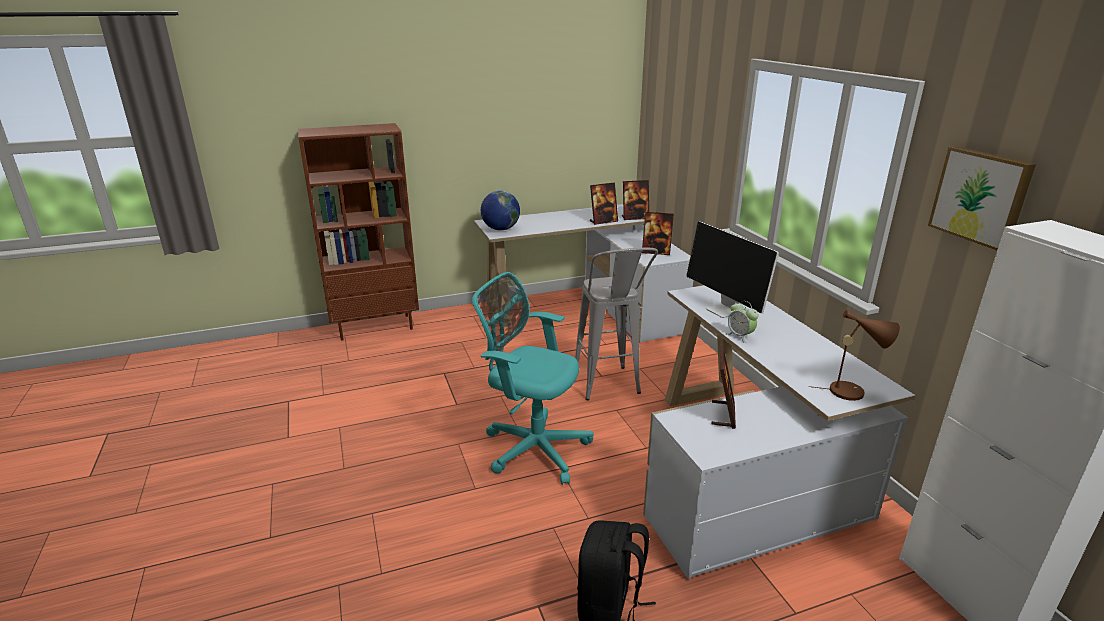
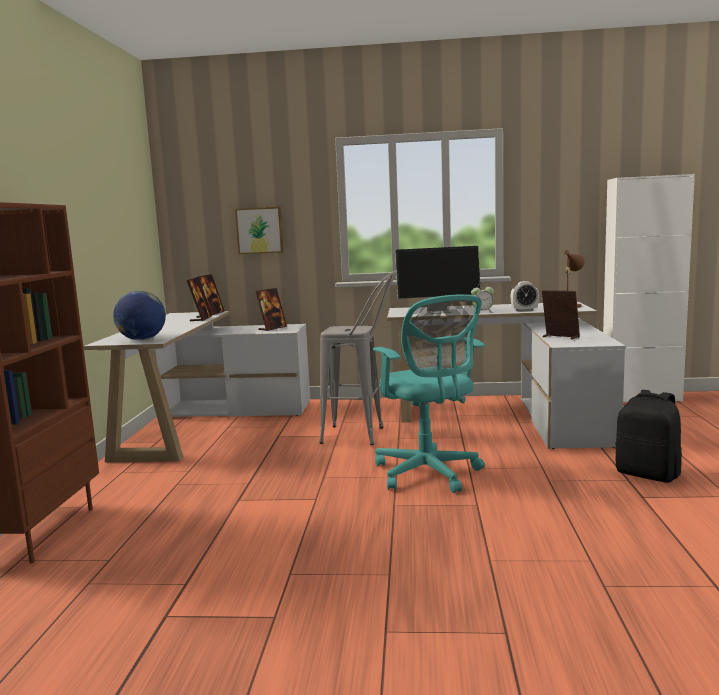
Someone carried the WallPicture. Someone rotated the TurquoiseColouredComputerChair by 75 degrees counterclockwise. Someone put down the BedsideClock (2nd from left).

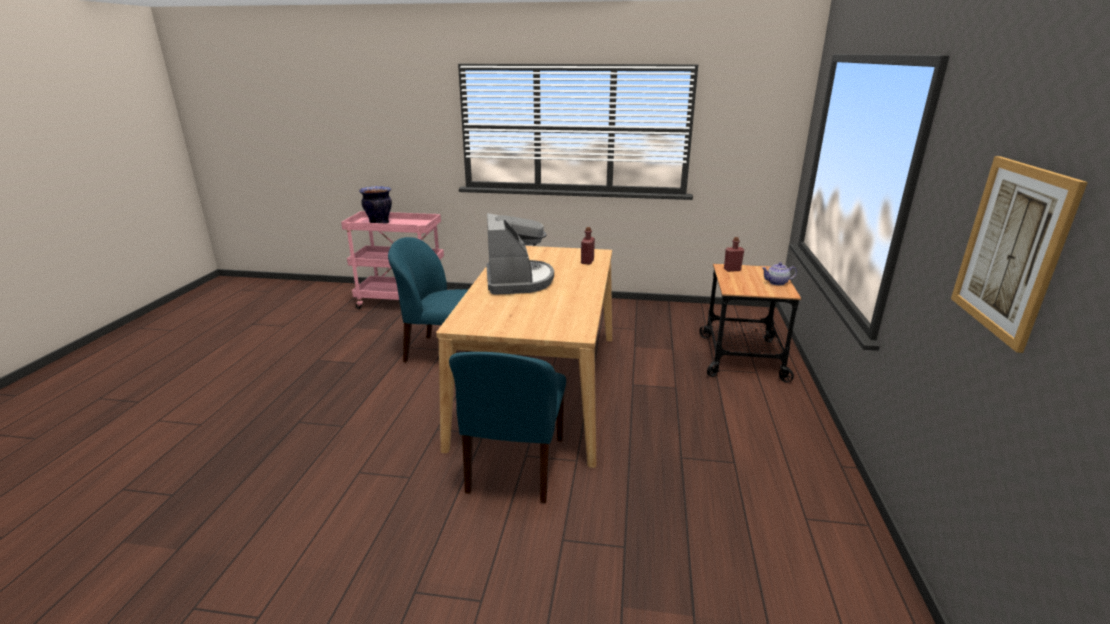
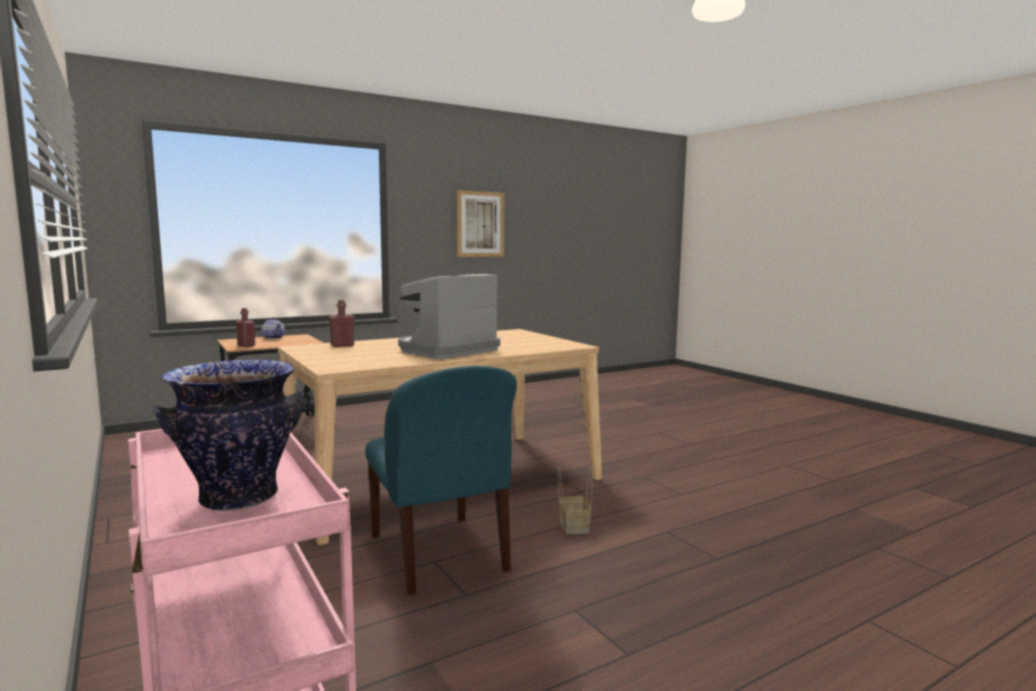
Someone took away the BlueColouredPlainChair (2nd from left). Someone put down the Basket.

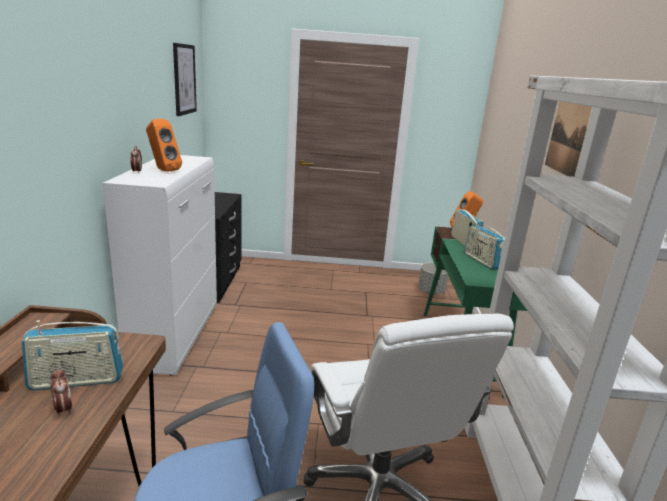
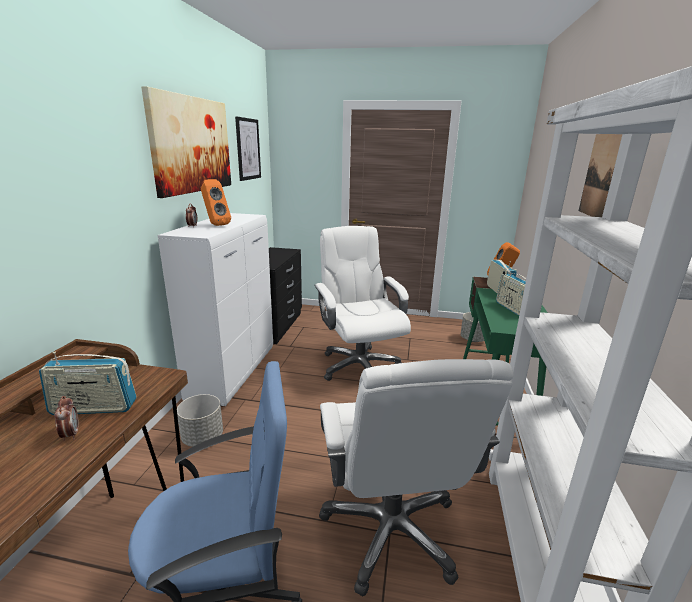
Someone put up the WallPicture (1st from left). Someone put down the WhiteComputerChair (1st from left). Someone put down the GreyPlanter (1st from left).

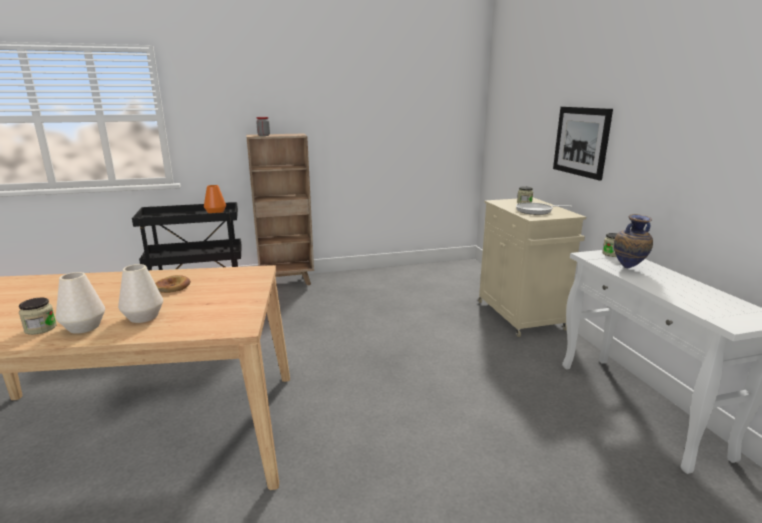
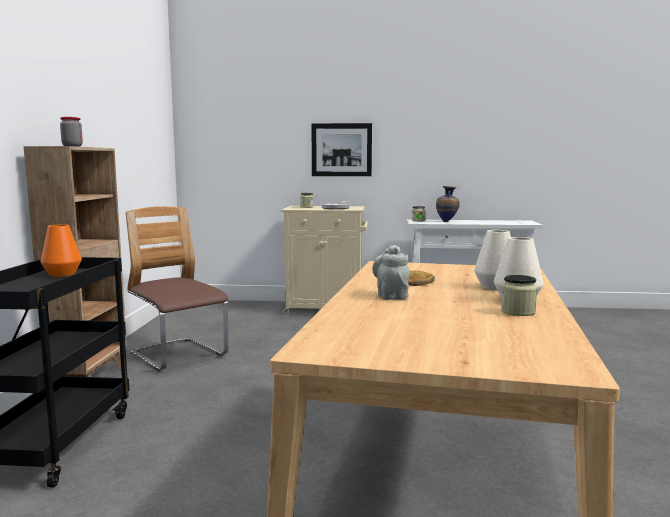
Someone put down the PlainChair. Someone put down the GreyTeaPot.

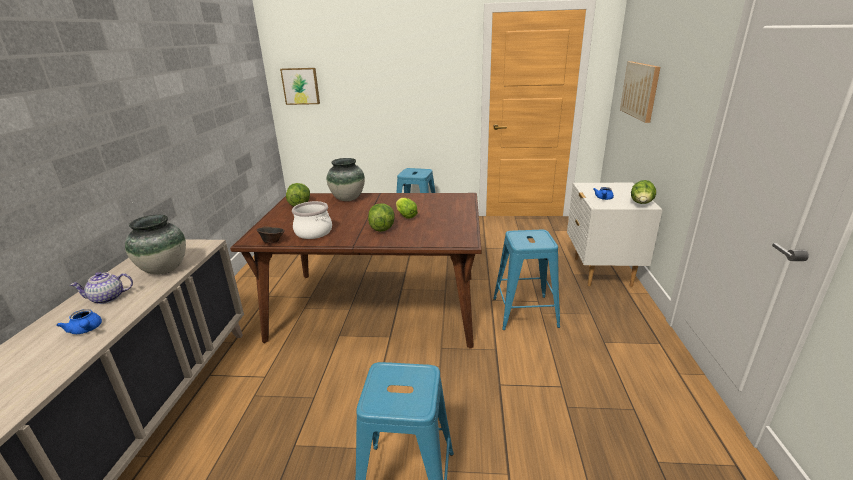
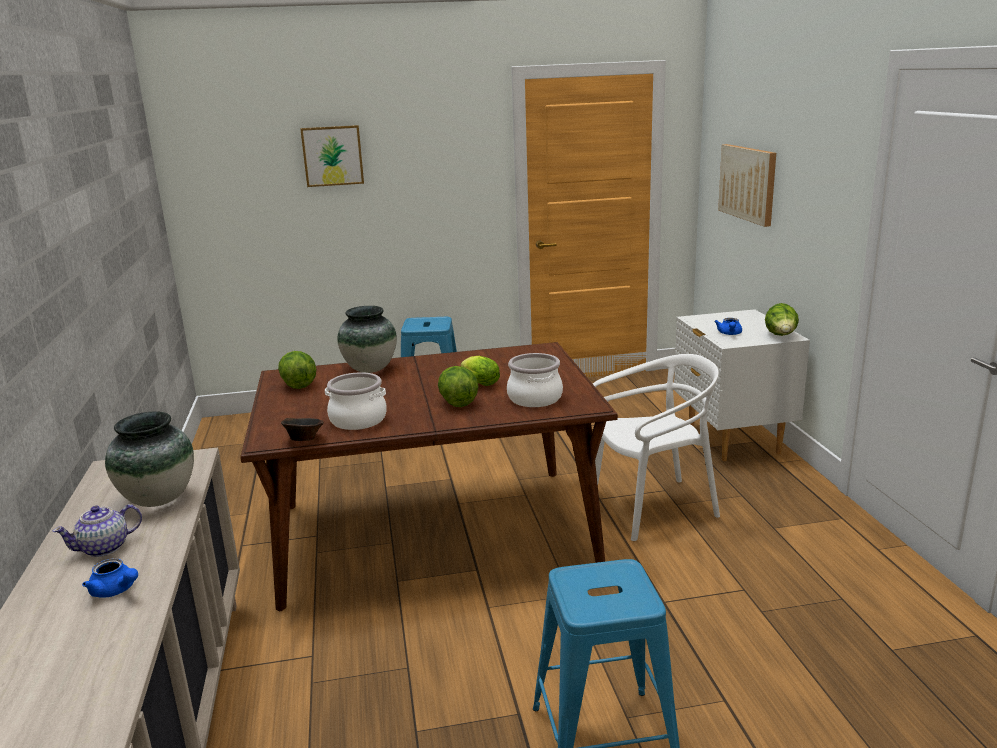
Someone carried the WallPicture (1st from left). Someone swapped the BlueColouredStool (3rd from left) for the WhitePlainChair. Someone put down the Stockpot (2nd from left).

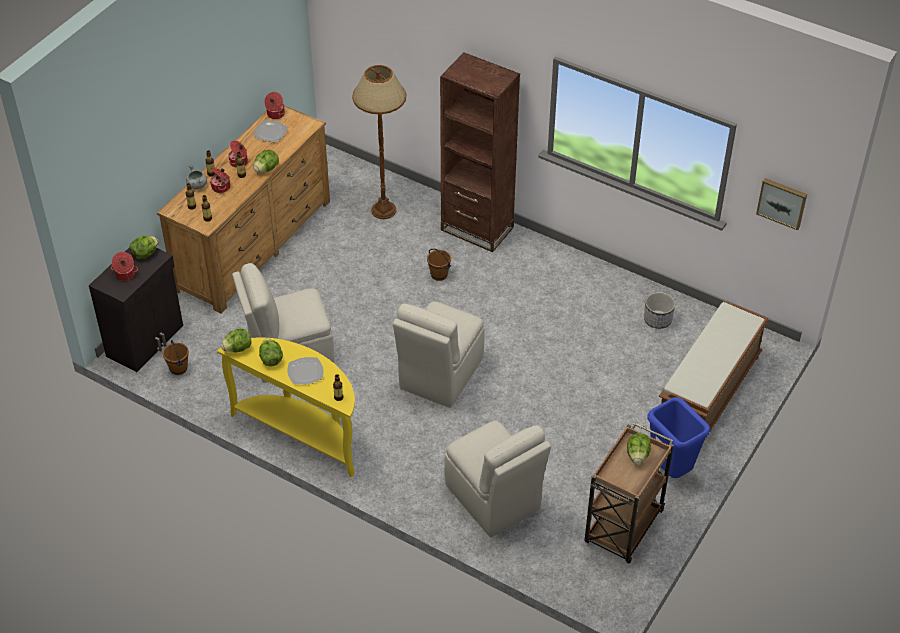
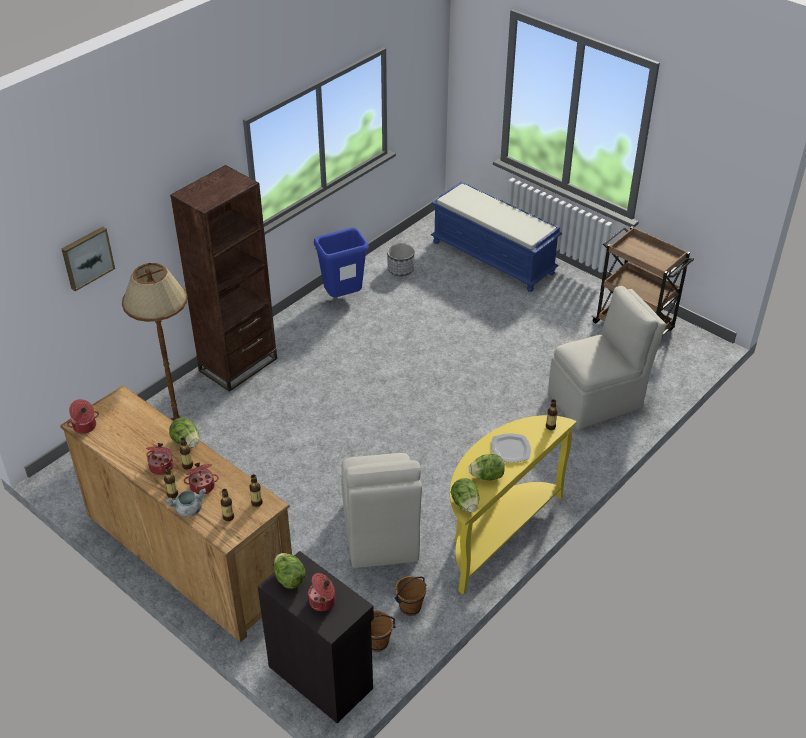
Someone took away the DinnerPlate (1st from left). Someone carried the WallPicture. Someone carried the BrownishBucket (2nd from left). Someone took away the BeigeColouredPlainChair (2nd from left). Someone repainted the BrownishIndoorBench, which became the BlueColouredIndoorBench. Someone carried the BlueColouredRubbishBin. Someone took away the Lettuce (5th from left).

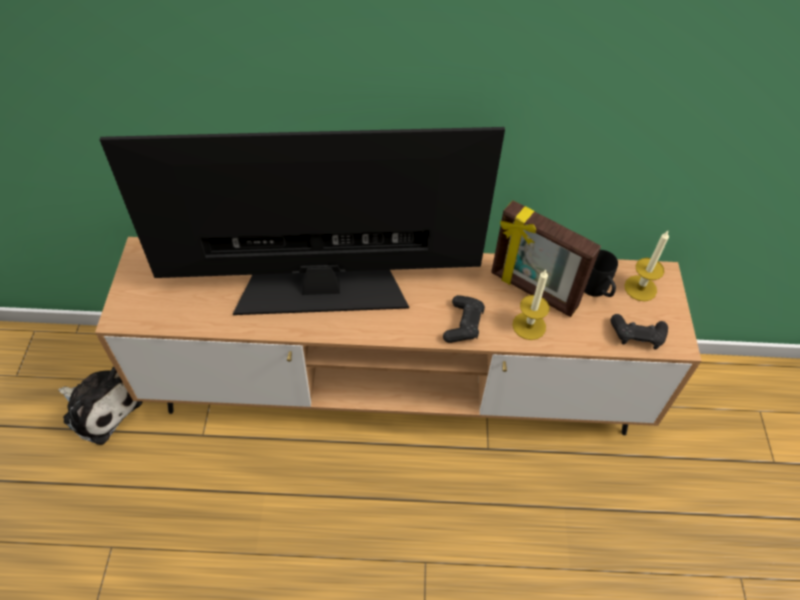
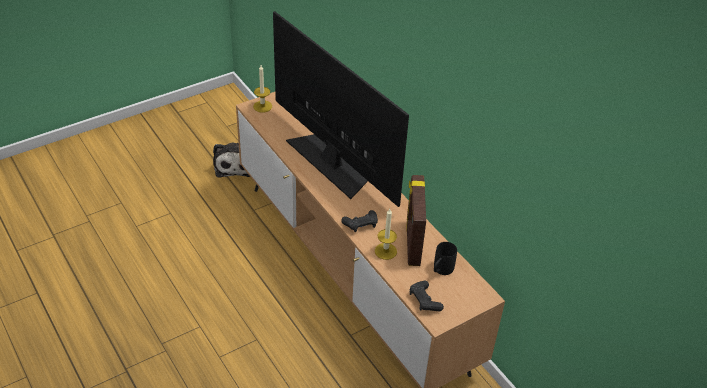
Someone carried the WaxLight (2nd from left in the first image).

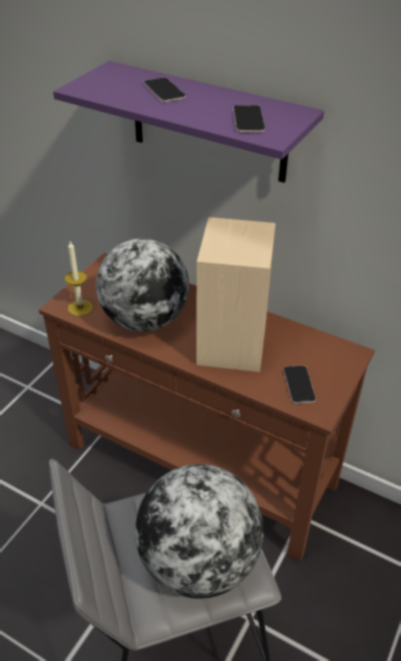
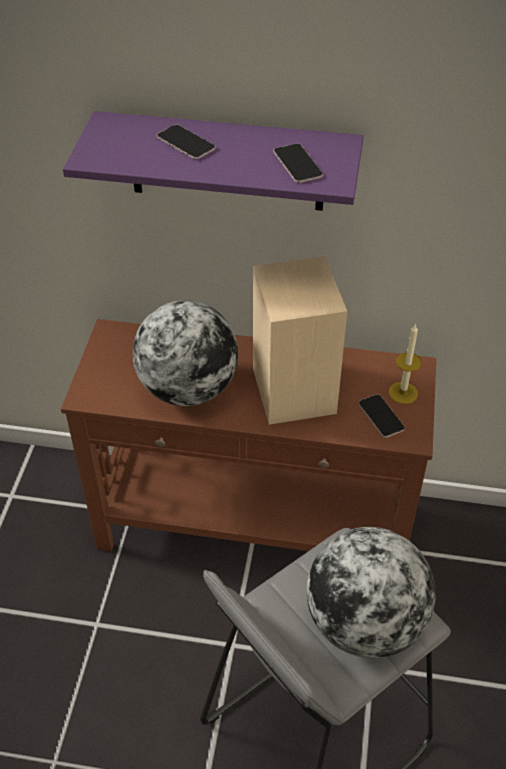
Someone carried the WaxLight.

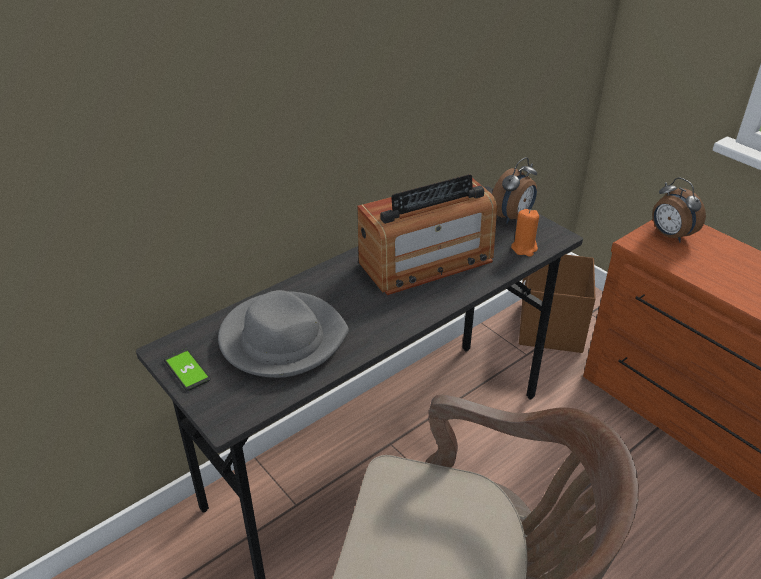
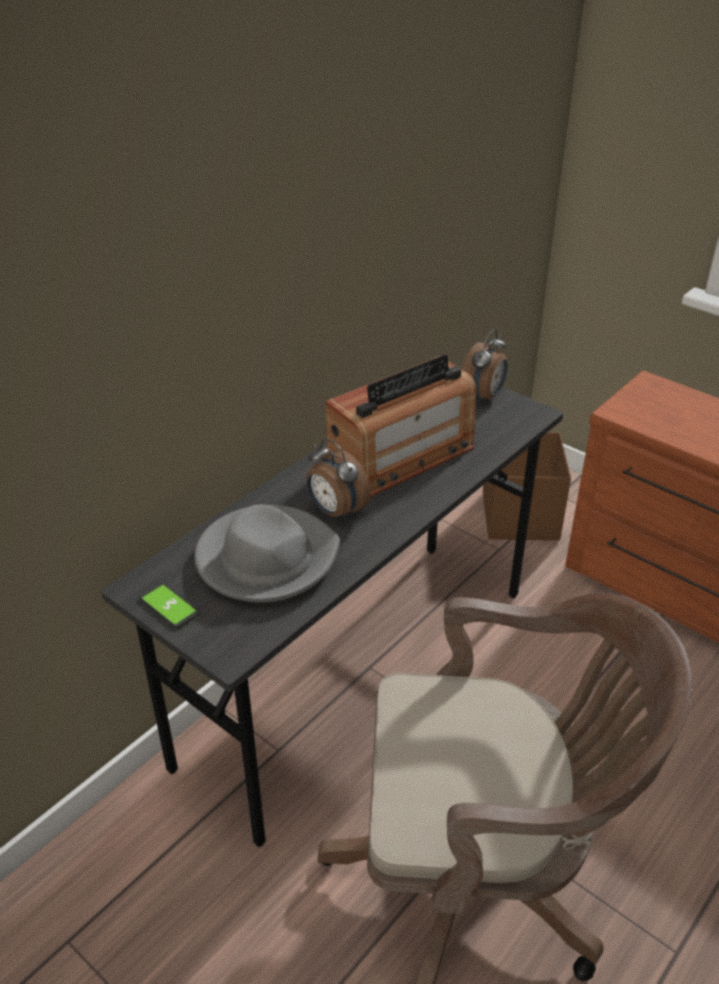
Someone carried the BedsideClock (2nd from left in the first image). Someone took away the OrangeColouredWaxLight.

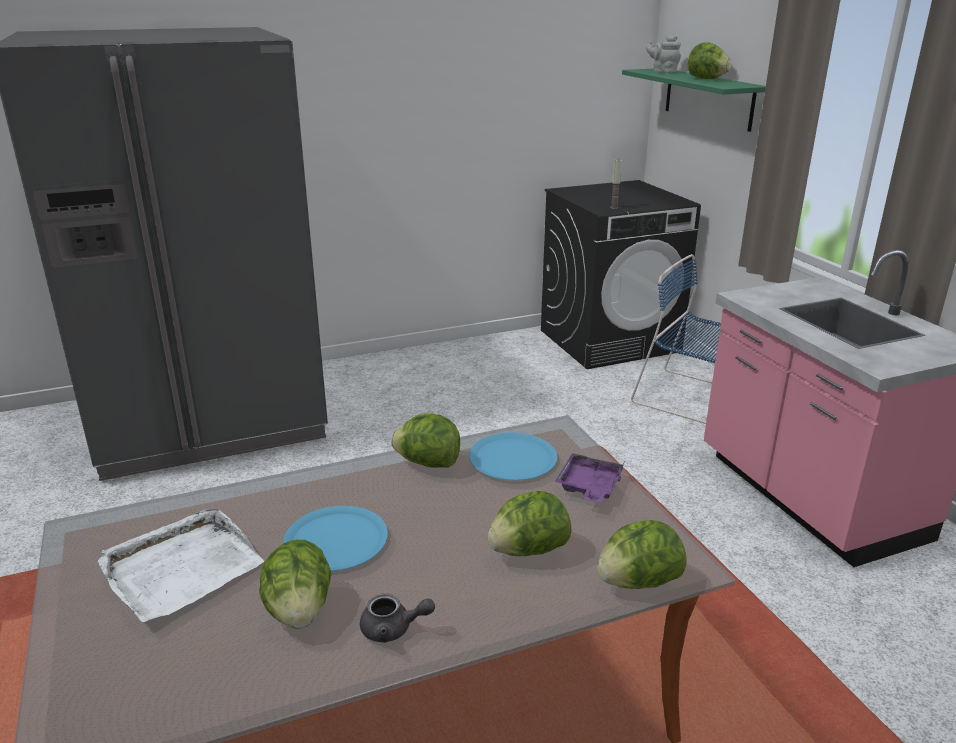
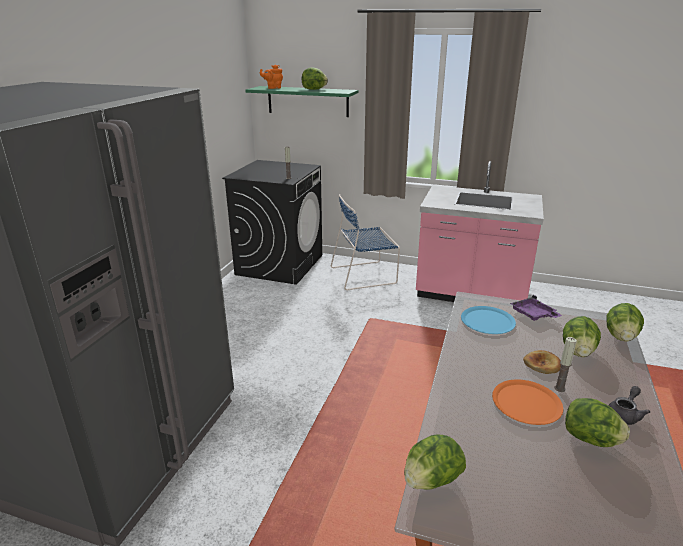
Someone repainted the GreyTeaPot (2nd from left), which became the OrangeColouredTeaPot. Someone carried the Lettuce (2nd from left). Someone repainted the BlueColouredDinnerPlate (1st from left), which became the OrangeColouredDinnerPlate. Someone took away the WhiteCarryingTray. Someone put down the WaxLight (2nd from left). Someone put down the BakedBread.

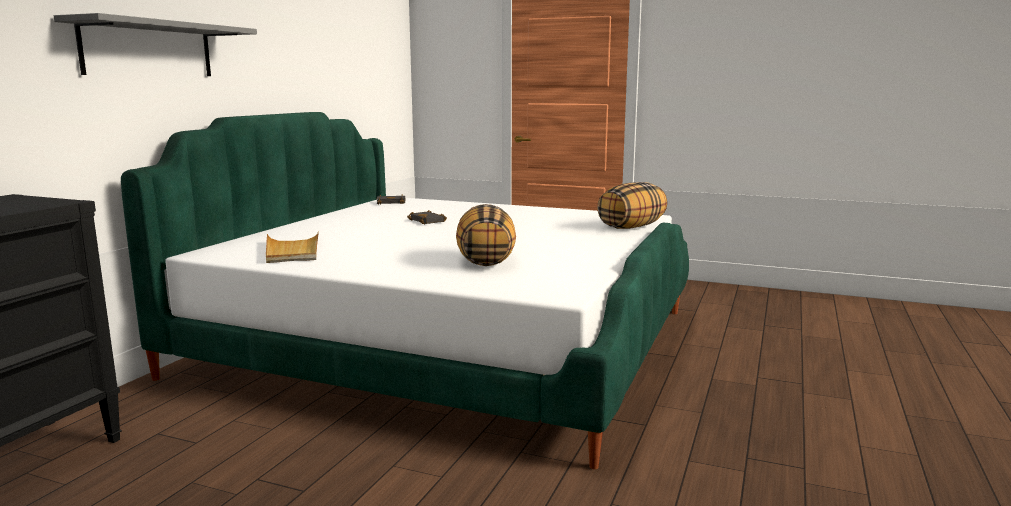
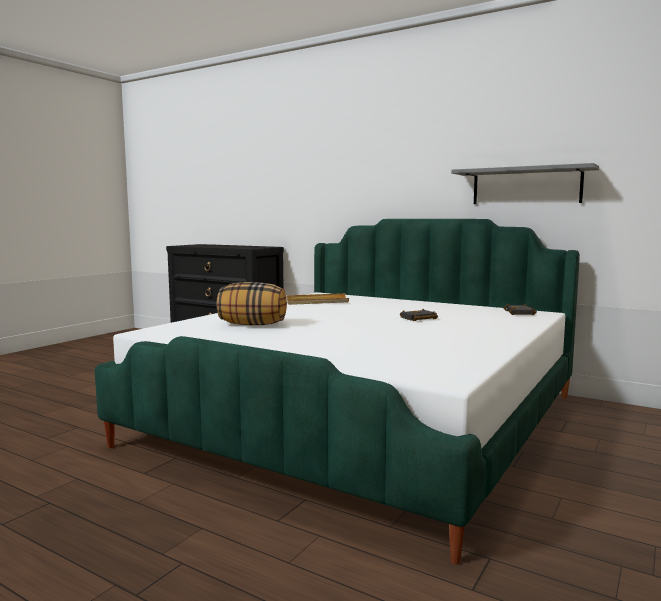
Someone carried the GreyShelf. Someone took away the Pillow (2nd from left).

